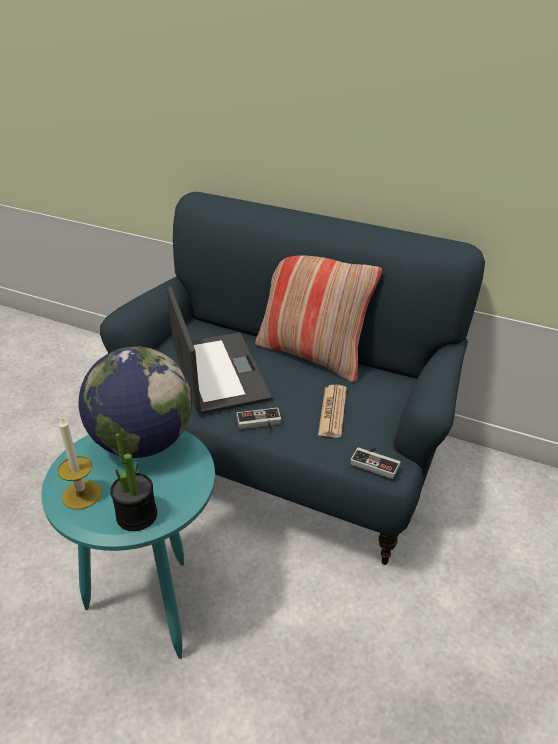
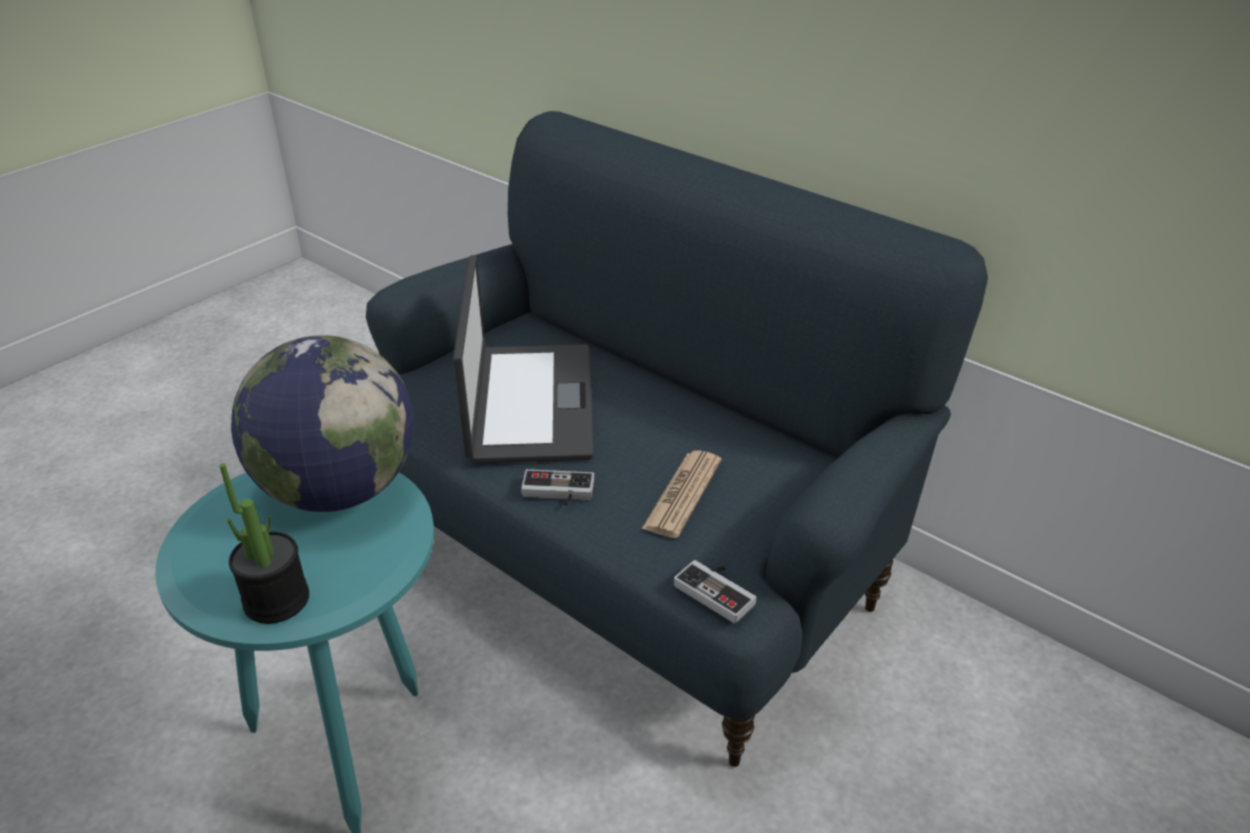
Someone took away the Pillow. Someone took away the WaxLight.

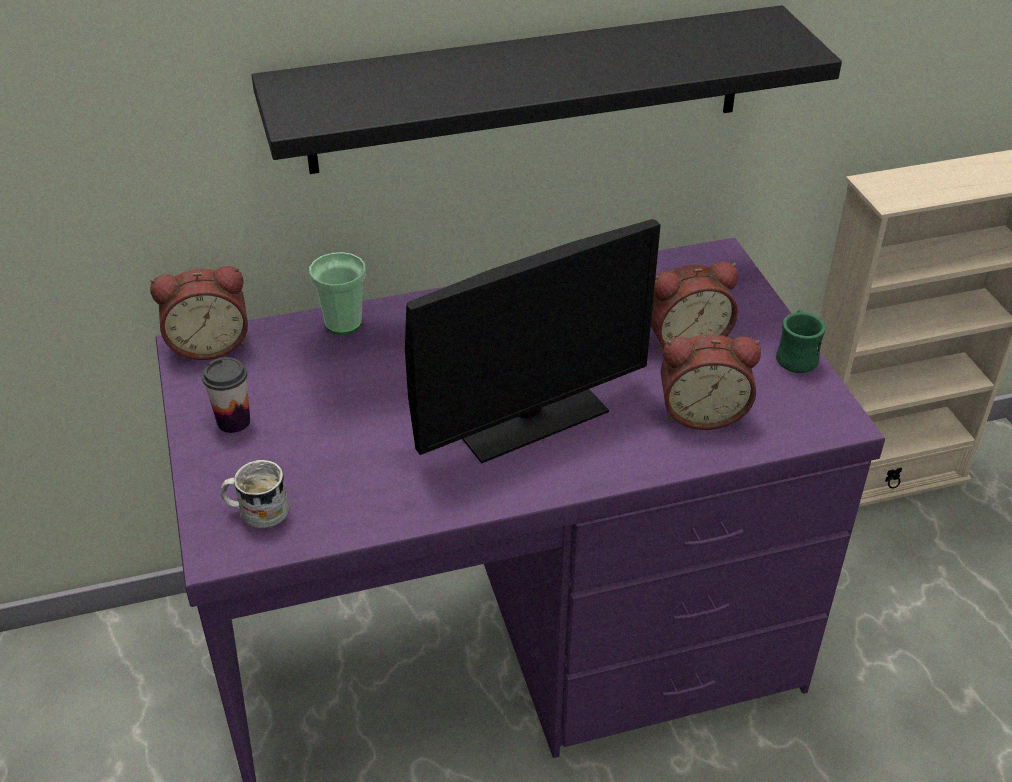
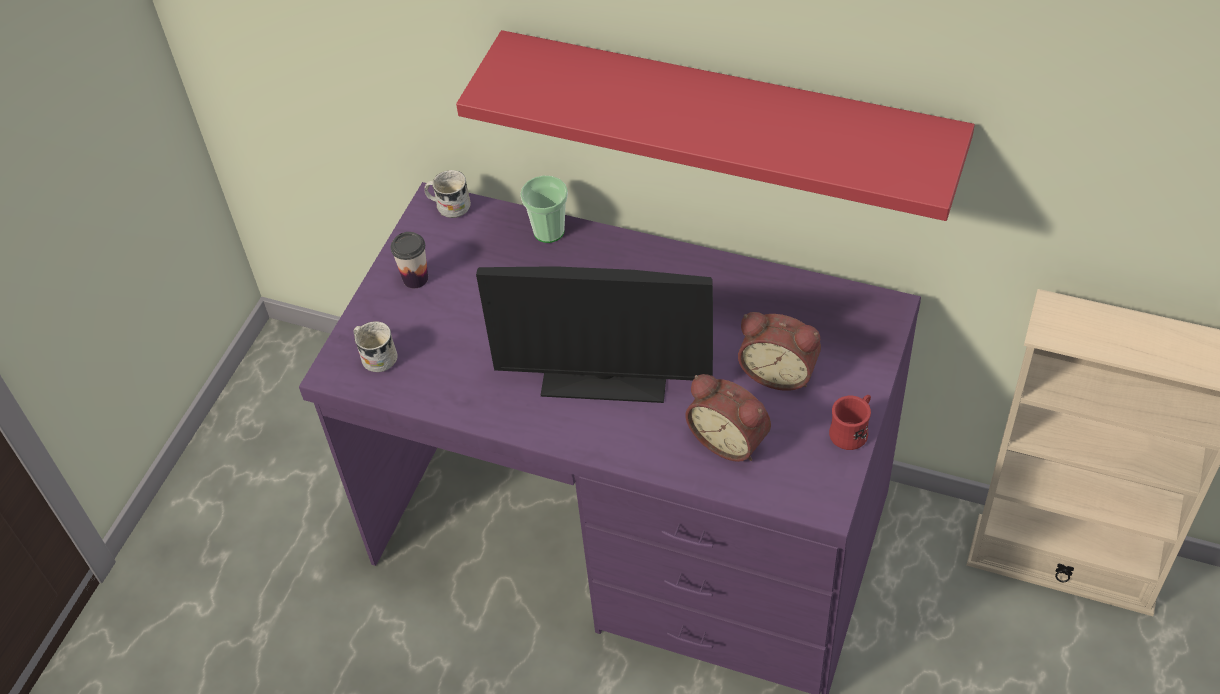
Someone repainted the BlackishShelf, which became the RedColouredShelf. Someone swapped the BedsideClock (1st from left) for the WhiteMug (2nd from left). Someone repainted the GreenishMug, which became the RedColouredMug.

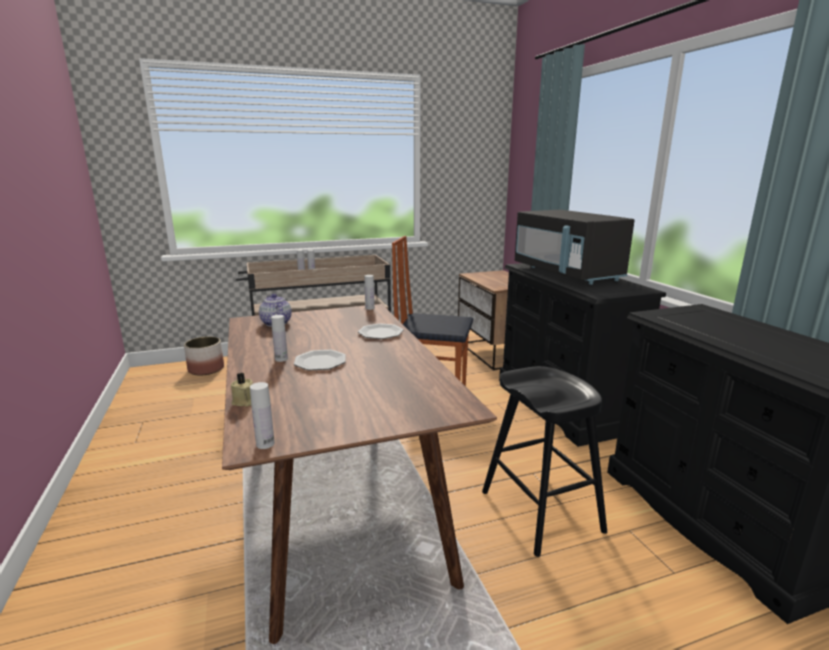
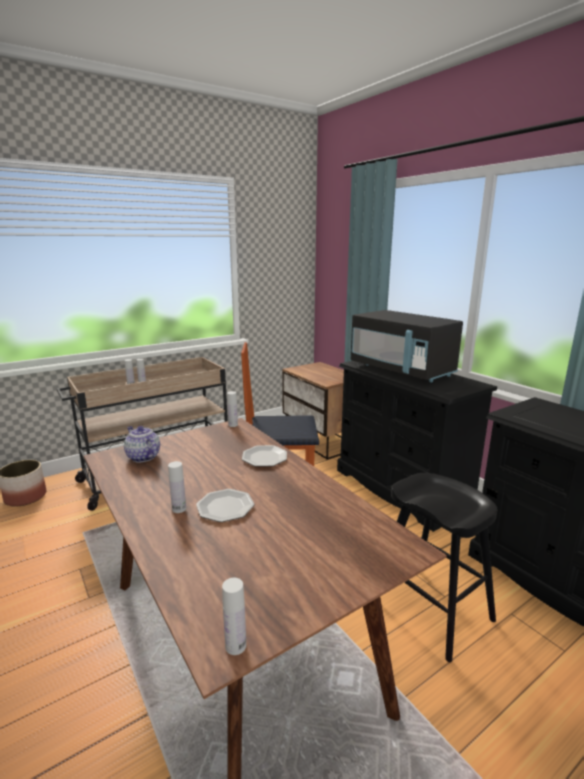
Someone took away the BeigeColouredWaxLight.

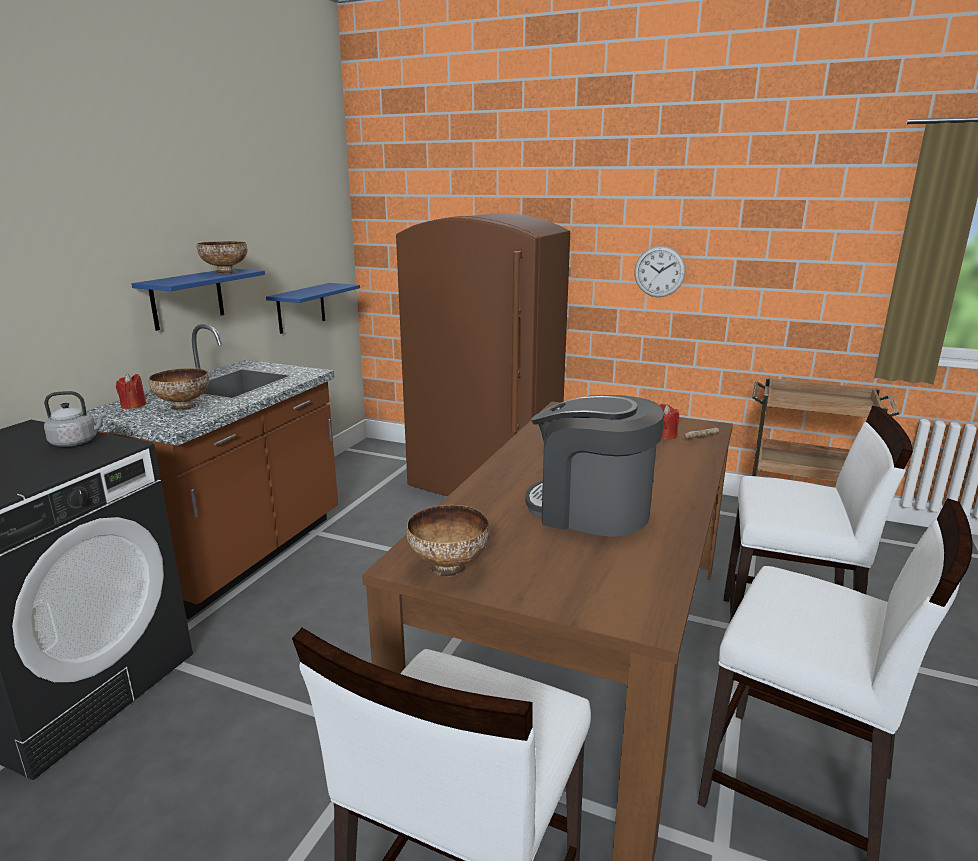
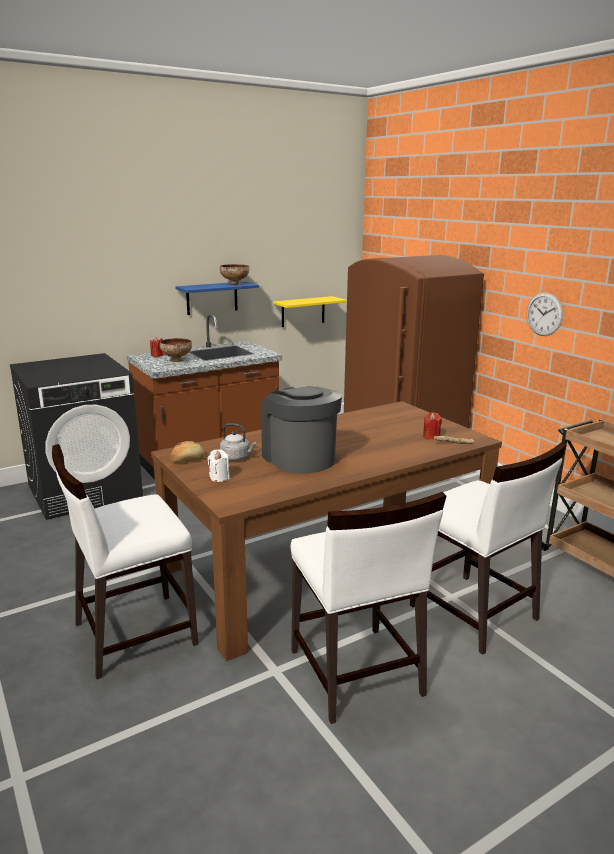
Someone repainted the BlueColouredShelf (2nd from left), which became the YellowShelf. Someone carried the GreyWaterKettle. Someone swapped the DeepDish (3rd from left) for the BakedBread (1st from left). Someone put down the WhiteWaxLight.

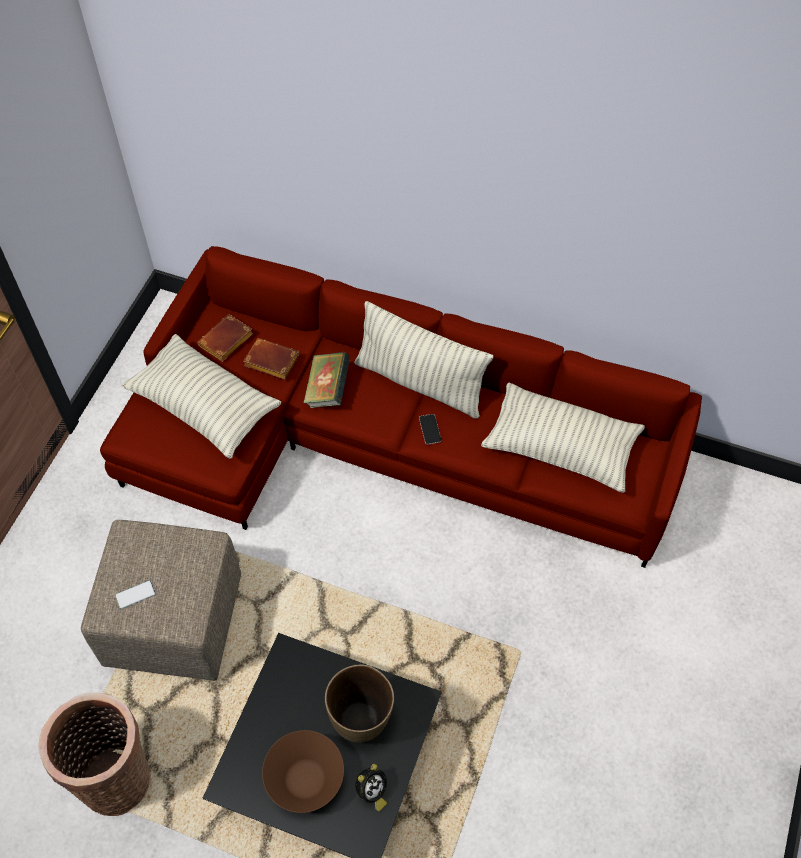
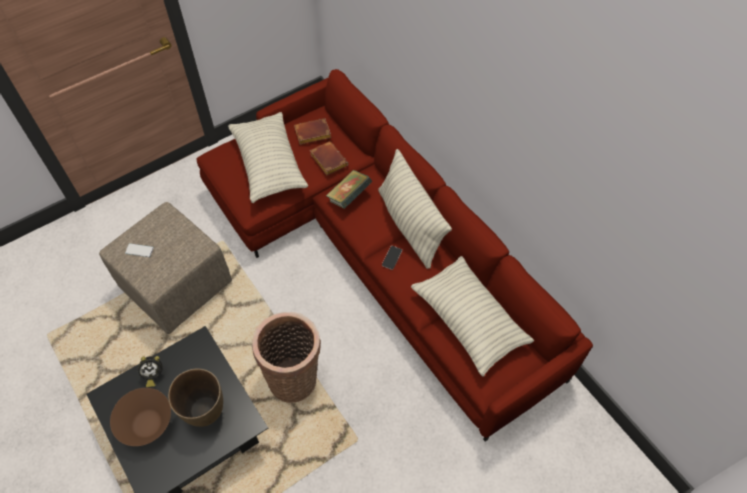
Someone carried the Basket. Someone carried the BedsideClock.

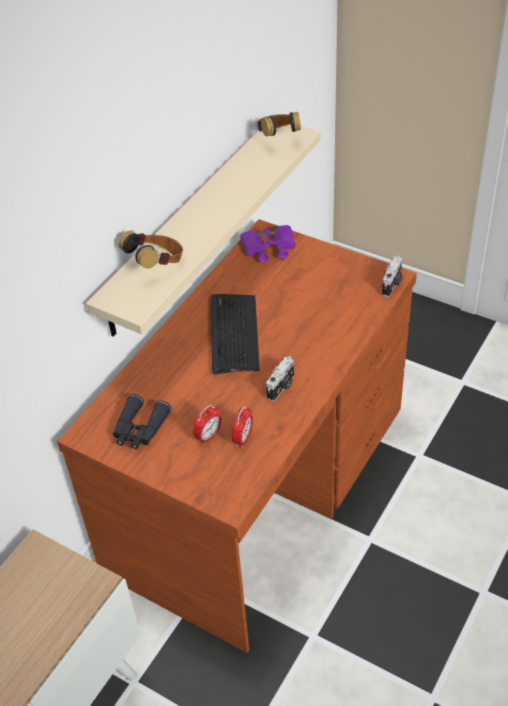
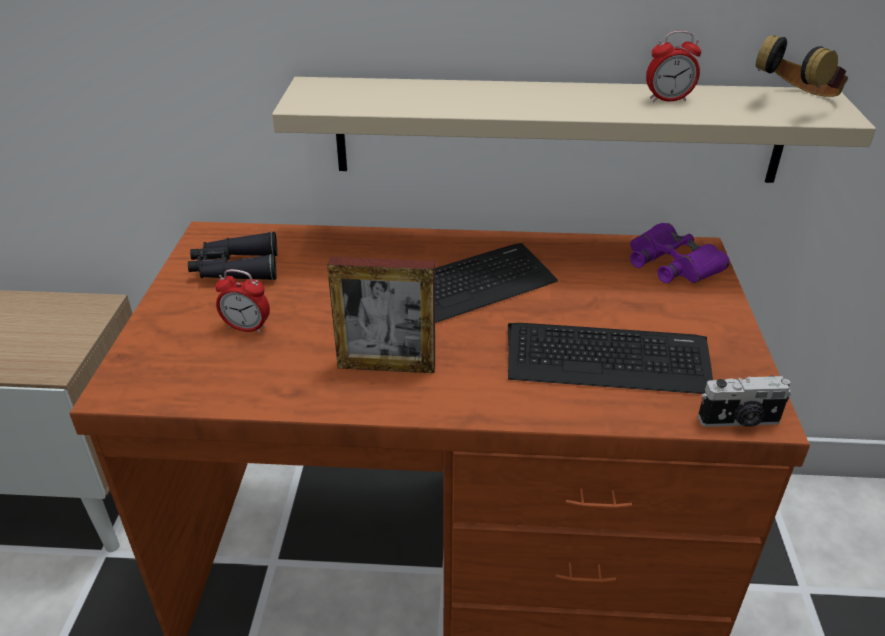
Someone took away the Headset (1st from left). Someone swapped the StillCamera (1st from left) for the PictureFrame. Someone carried the BedsideClock (2nd from left). Someone put down the Keyboard (2nd from left).

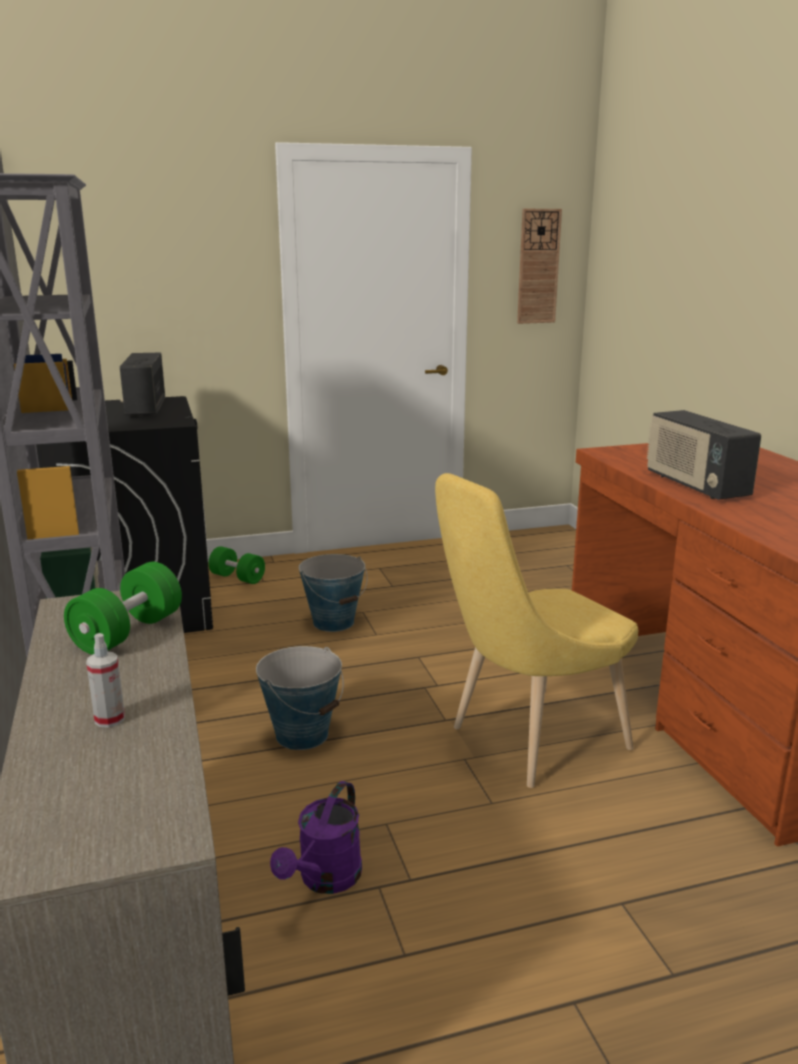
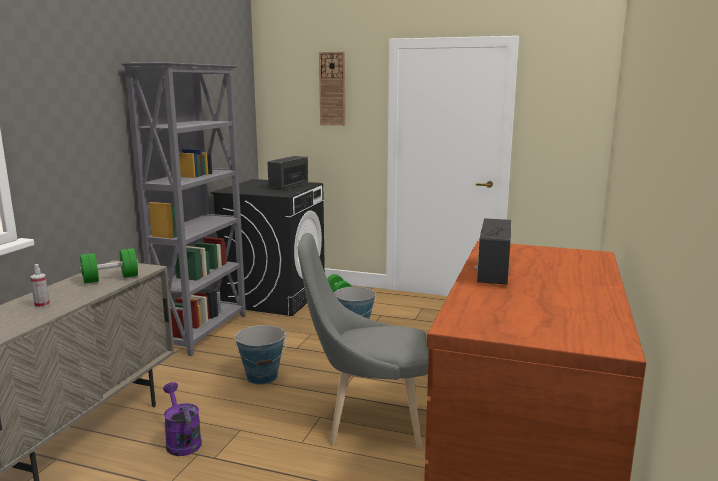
Someone carried the HangingClock. Someone repainted the YellowPlainChair, which became the GreyPlainChair. Someone rotated the PurplishWateringPot by 90 degrees clockwise.

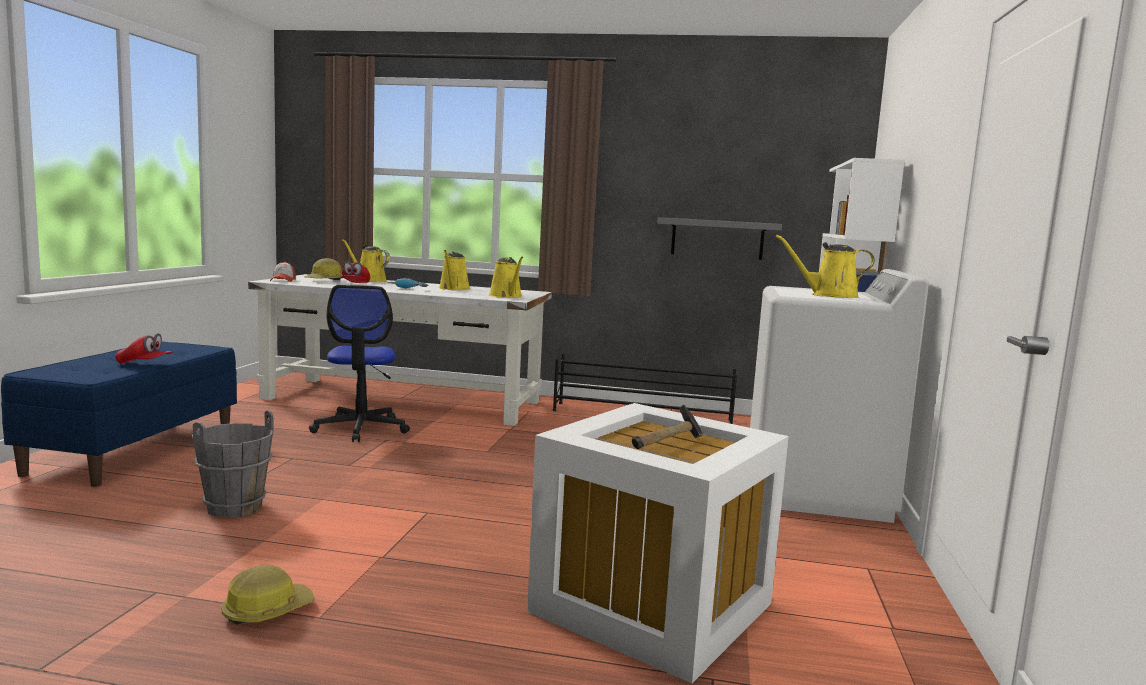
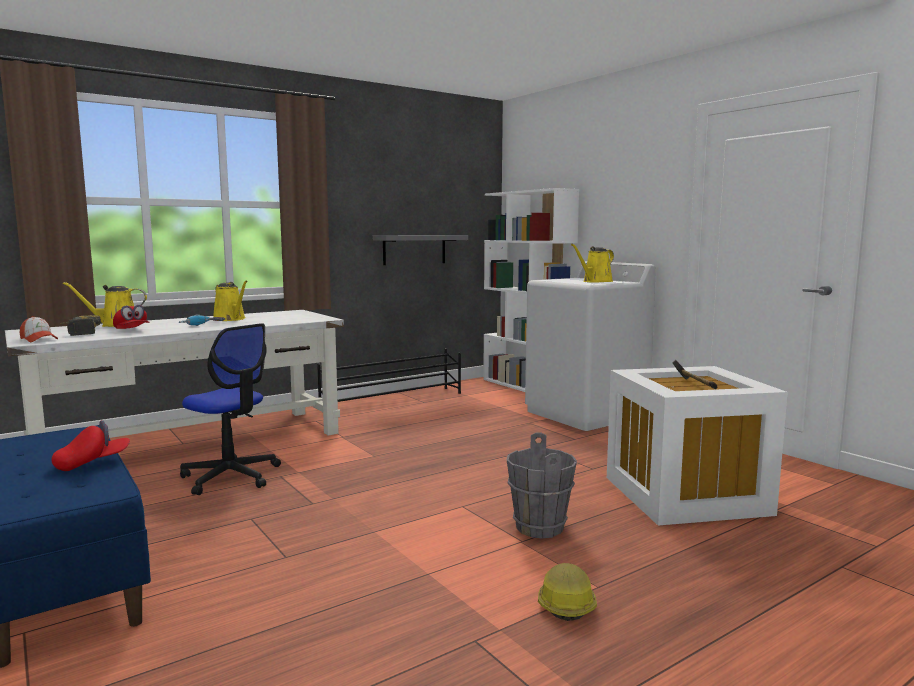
Someone took away the YellowWateringPot (3rd from left). Someone swapped the WorkHelmet (2nd from left) for the PowerDrill (1st from left). Someone carried the GreyBucket.

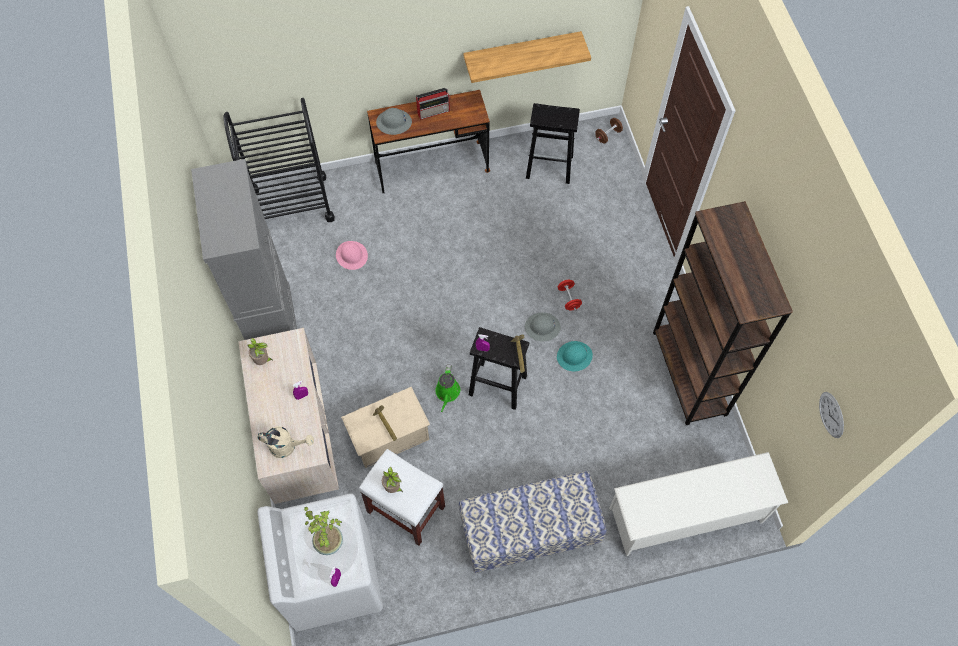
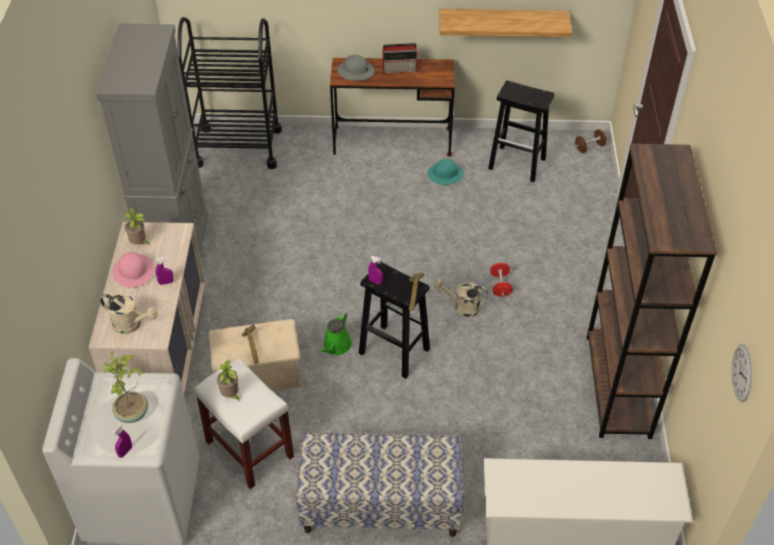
Someone carried the PinkColouredWorkHelmet. Someone swapped the GreyWorkHelmet (2nd from left) for the BeigeColouredWateringPot (2nd from left). Someone carried the TurquoiseColouredWorkHelmet.

